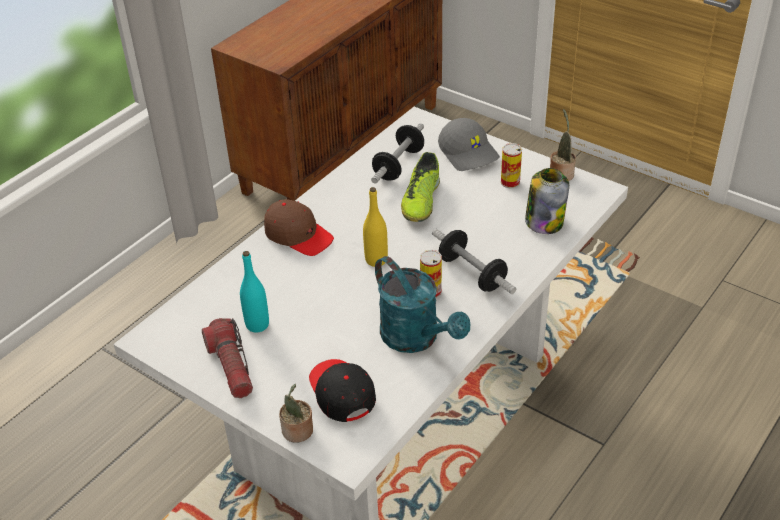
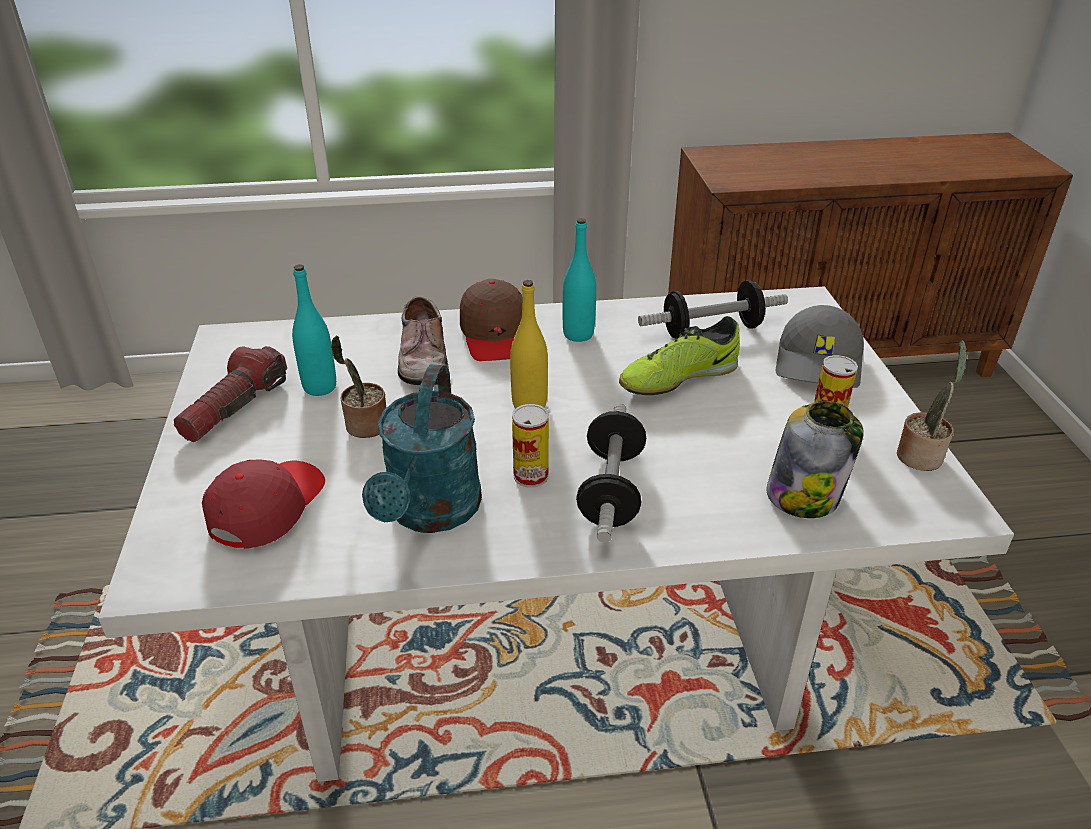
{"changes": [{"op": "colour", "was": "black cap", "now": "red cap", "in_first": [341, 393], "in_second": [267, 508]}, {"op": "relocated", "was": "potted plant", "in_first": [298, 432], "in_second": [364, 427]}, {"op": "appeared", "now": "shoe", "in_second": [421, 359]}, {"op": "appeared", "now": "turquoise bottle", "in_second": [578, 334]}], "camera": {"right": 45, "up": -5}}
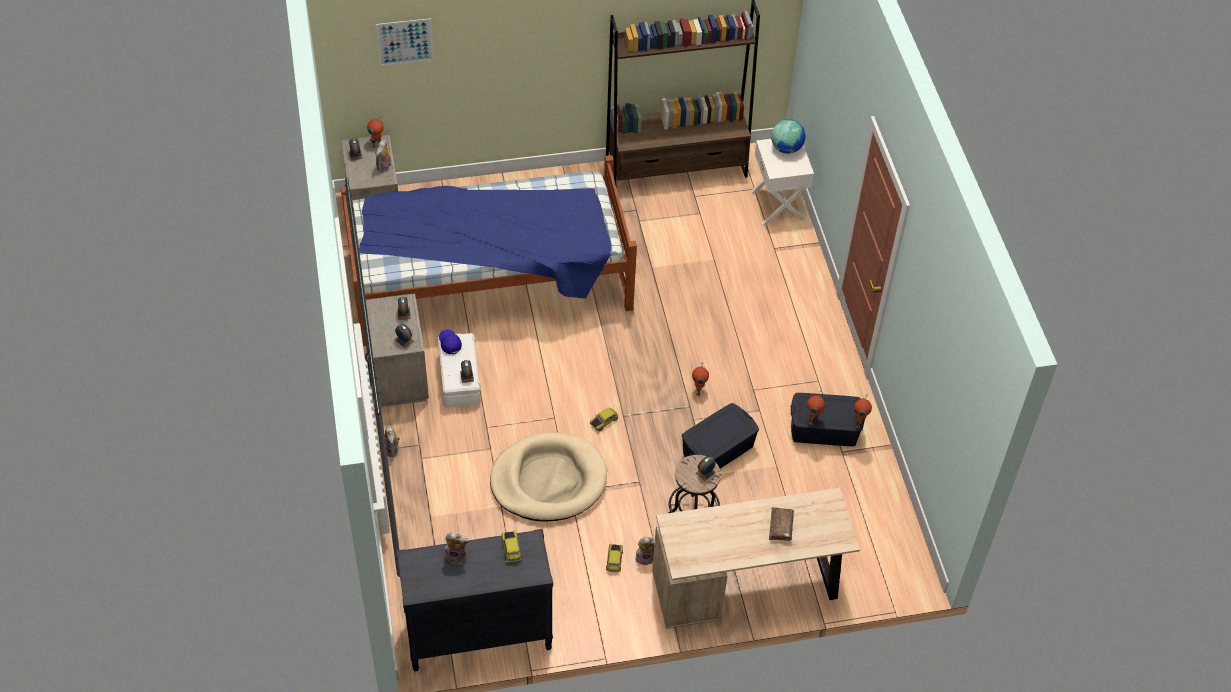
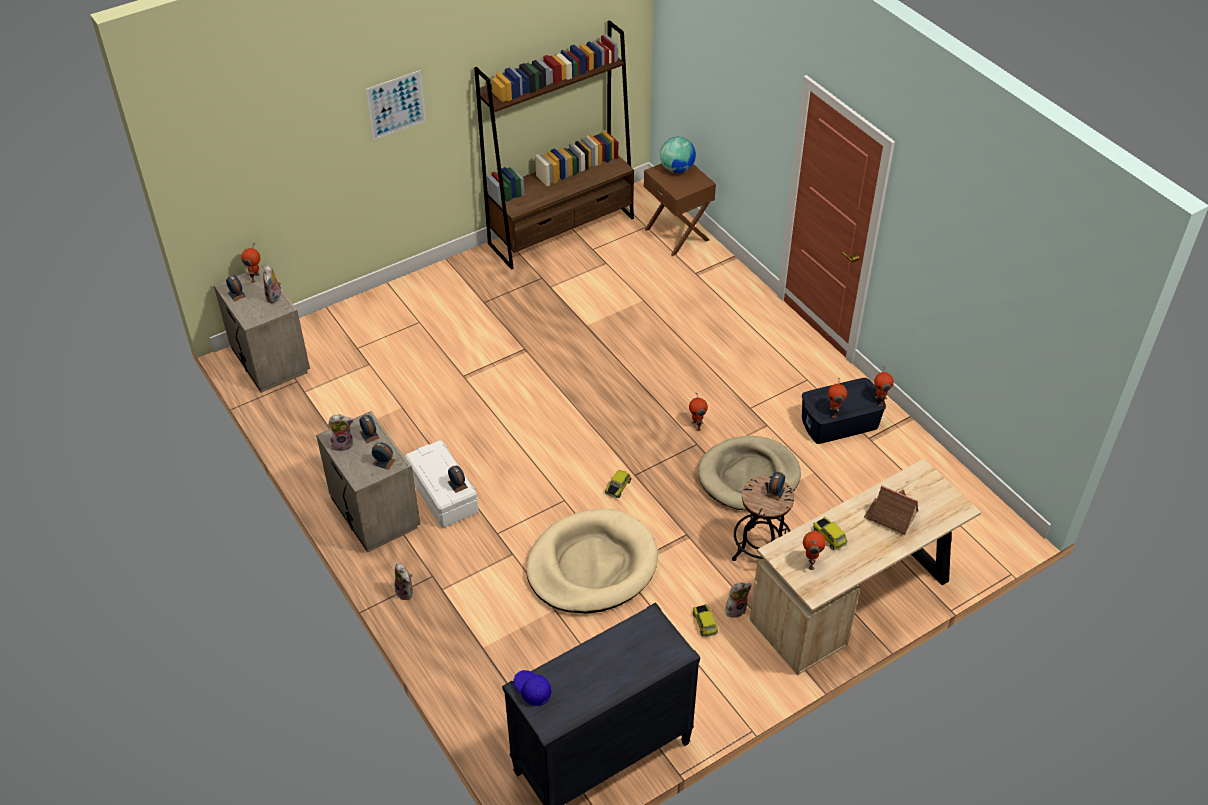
{"changes": [{"op": "relocated", "was": "plush toy", "in_first": [456, 555], "in_second": [343, 443]}, {"op": "relocated", "was": "picture", "in_first": [405, 42], "in_second": [396, 105]}, {"op": "relocated", "was": "blue cap", "in_first": [449, 344], "in_second": [532, 690]}, {"op": "colour", "was": "white nightstand", "now": "brown nightstand", "in_first": [778, 205], "in_second": [677, 234]}, {"op": "exchanged", "was": "blue storage box", "now": "beige dog bed", "in_first": [718, 450], "in_second": [749, 476]}, {"op": "appeared", "now": "toy robot", "in_second": [810, 562]}, {"op": "relocated", "was": "toy car", "in_first": [511, 549], "in_second": [830, 536]}, {"op": "exchanged", "was": "brown book", "now": "toy house", "in_first": [780, 527], "in_second": [890, 517]}, {"op": "missing", "was": "bed", "in_first": [490, 283]}], "camera": {"right": -20, "up": -5}}
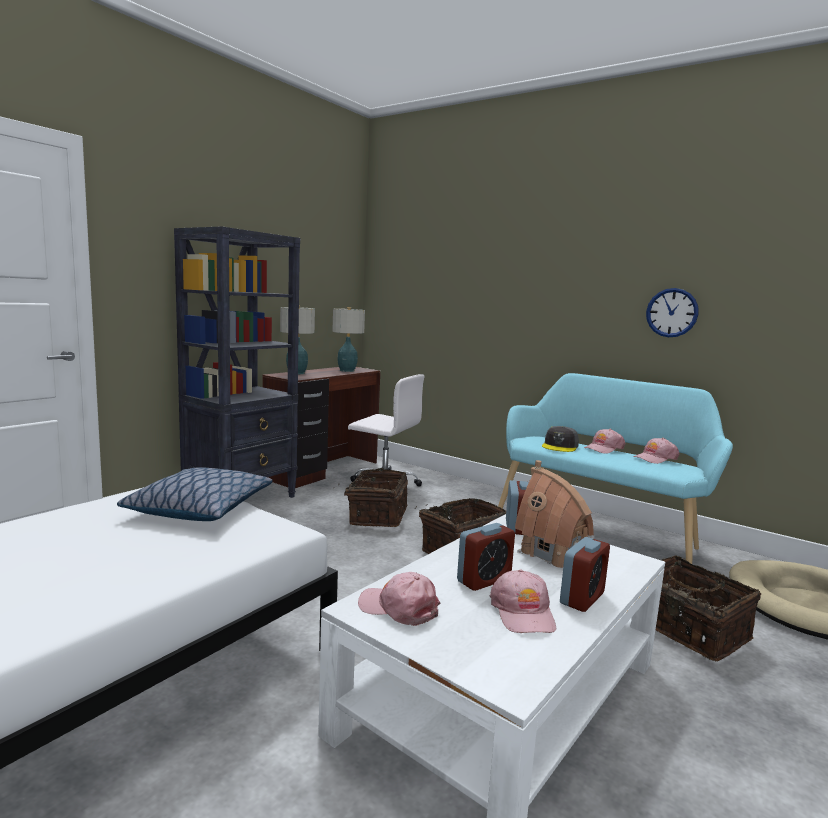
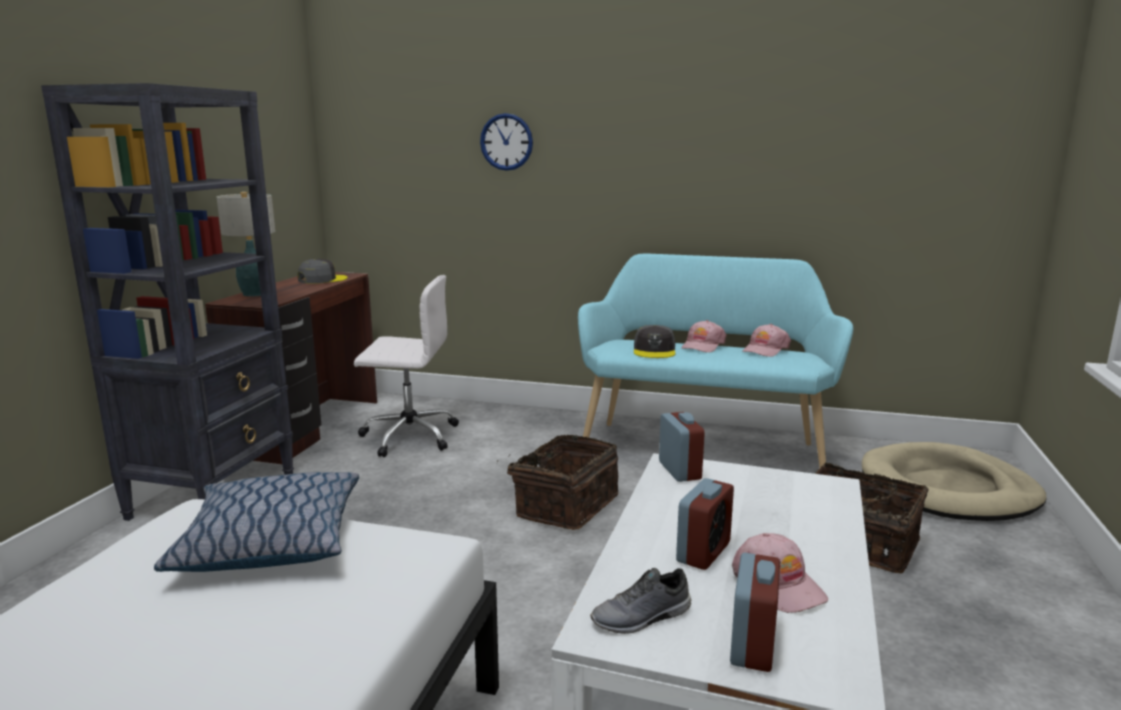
{"changes": [{"op": "exchanged", "was": "table lamp", "now": "grey cap", "in_first": [346, 370], "in_second": [322, 280]}, {"op": "relocated", "was": "wall clock", "in_first": [672, 312], "in_second": [506, 142]}, {"op": "exchanged", "was": "pink cap", "now": "grey shoe", "in_first": [399, 608], "in_second": [642, 618]}, {"op": "relocated", "was": "alarm clock", "in_first": [582, 598], "in_second": [752, 645]}, {"op": "missing", "was": "basket", "in_first": [376, 516]}, {"op": "missing", "was": "toy house", "in_first": [552, 553]}], "camera": {"right": -20, "up": 5}}
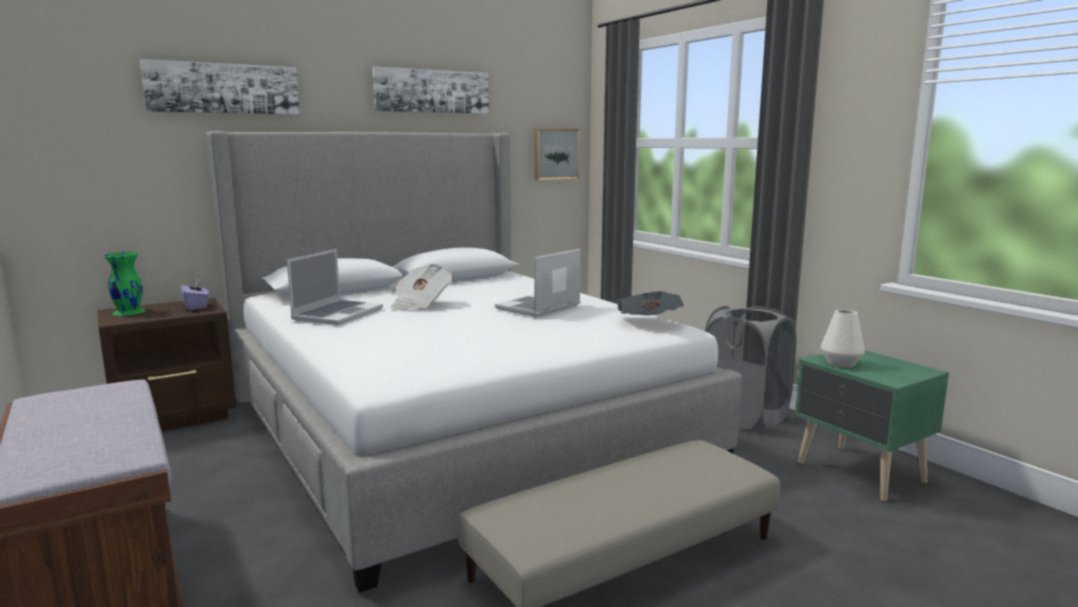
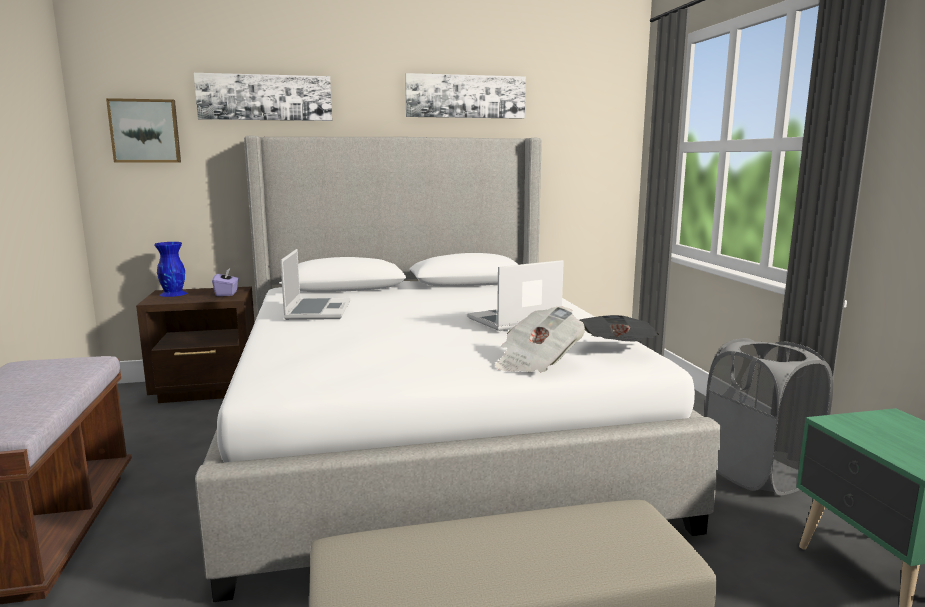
{"changes": [{"op": "relocated", "was": "picture", "in_first": [555, 154], "in_second": [145, 131]}, {"op": "colour", "was": "green vase", "now": "blue vase", "in_first": [129, 312], "in_second": [173, 294]}, {"op": "spun", "was": "laptop", "in_first": [337, 314], "in_second": [317, 311], "clockwise": -45}, {"op": "relocated", "was": "newspaper", "in_first": [420, 304], "in_second": [536, 363]}, {"op": "missing", "was": "white vase", "in_first": [840, 363]}], "camera": {"right": 20, "up": 0}}
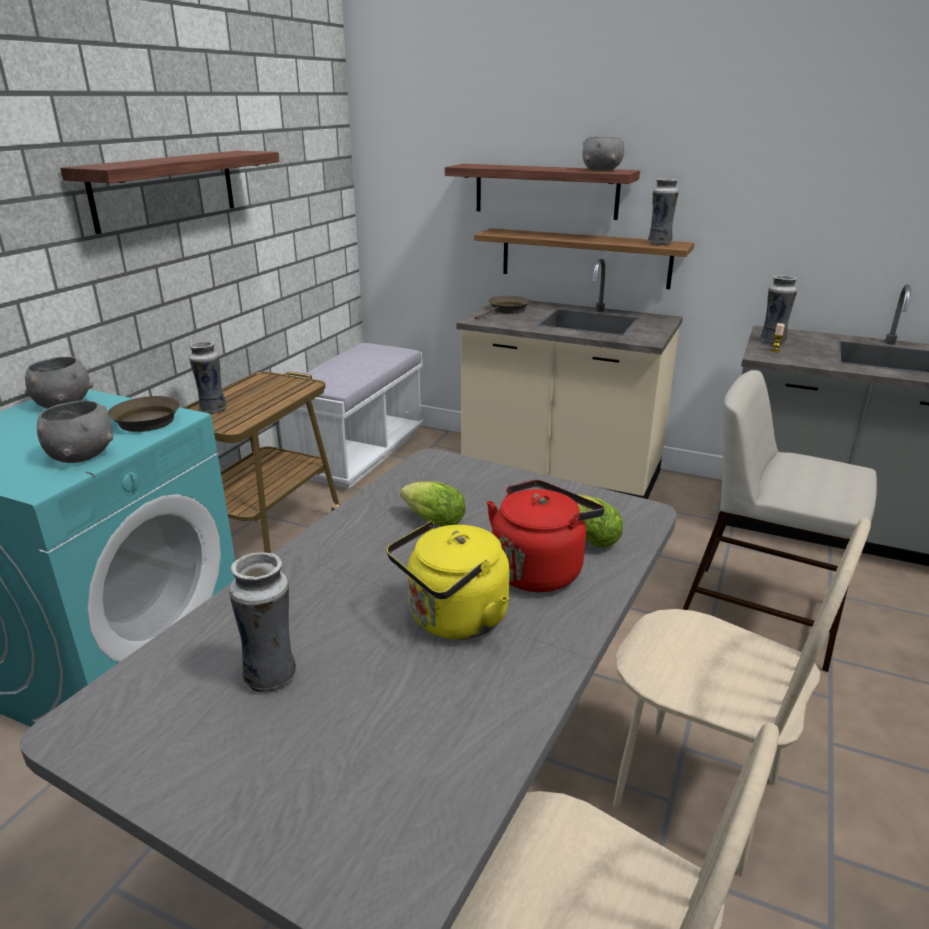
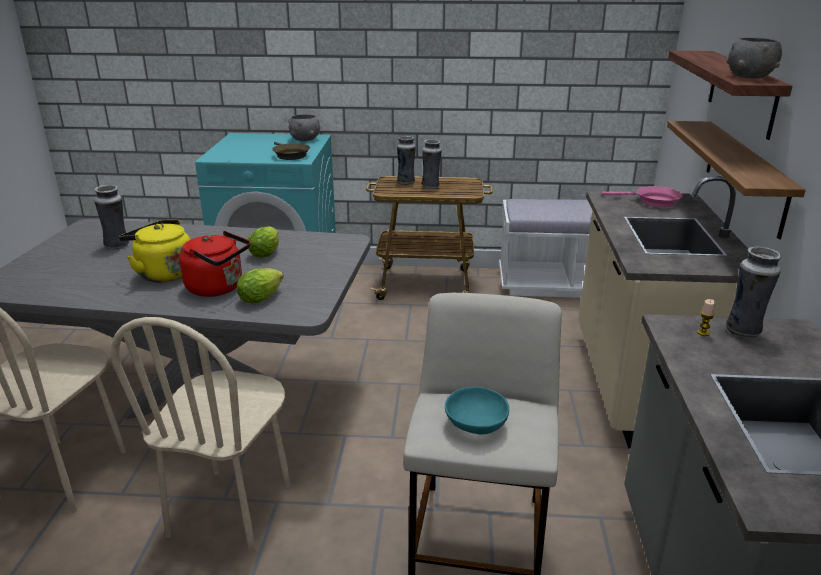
{"changes": [{"op": "relocated", "was": "vase", "in_first": [659, 243], "in_second": [431, 187]}, {"op": "appeared", "now": "turquoise bowl", "in_second": [475, 424]}, {"op": "colour", "was": "brown frying pan", "now": "pink frying pan", "in_first": [506, 310], "in_second": [653, 201]}, {"op": "missing", "was": "grey bowl", "in_first": [82, 456]}, {"op": "missing", "was": "shelf", "in_first": [166, 189]}], "camera": {"right": 70, "up": 0}}
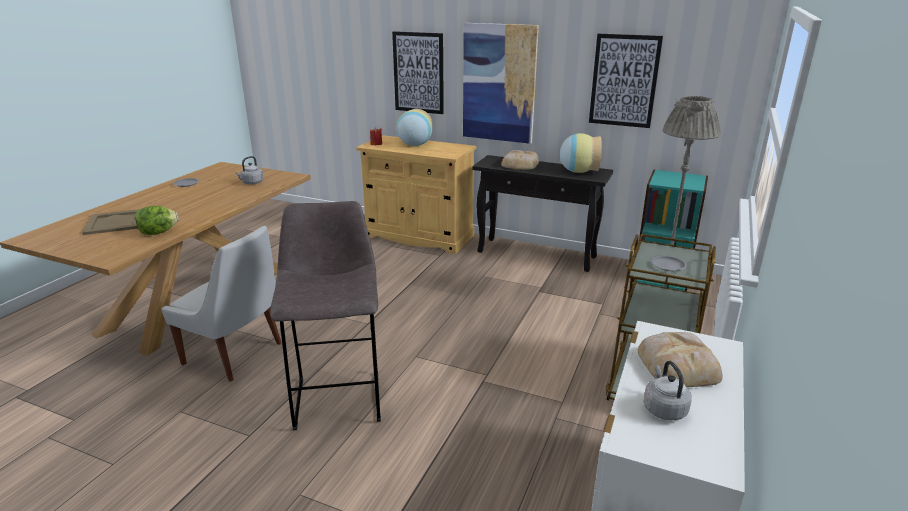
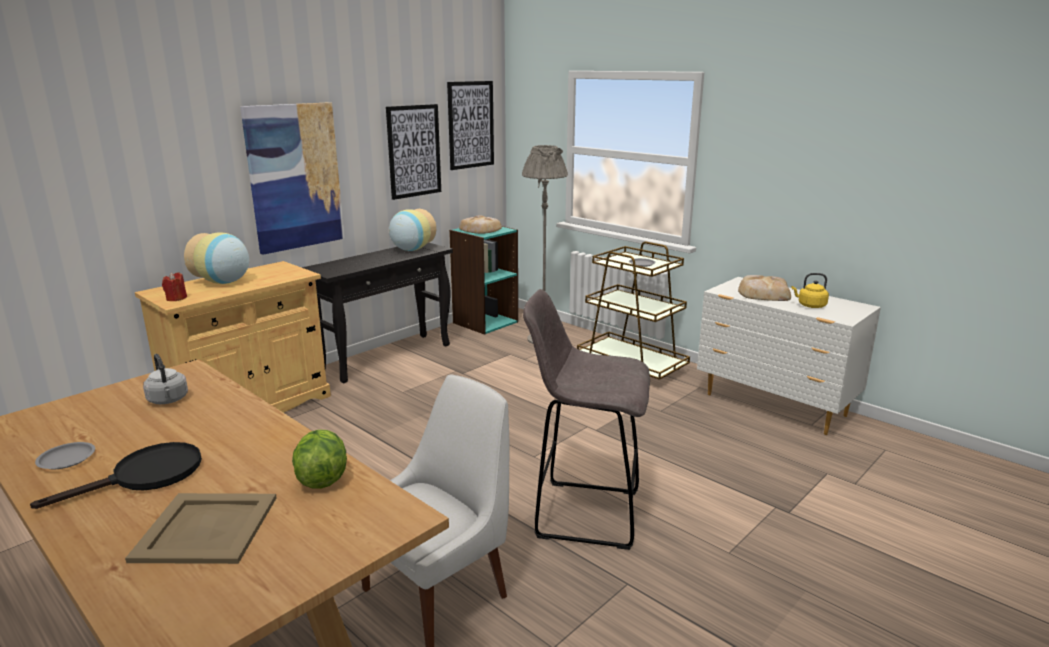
{"changes": [{"op": "appeared", "now": "black frying pan", "in_second": [146, 476]}, {"op": "relocated", "was": "picture", "in_first": [418, 73], "in_second": [470, 125]}, {"op": "relocated", "was": "bread", "in_first": [519, 164], "in_second": [480, 230]}, {"op": "colour", "was": "grey kettle", "now": "yellow kettle", "in_first": [663, 408], "in_second": [810, 305]}], "camera": {"right": -70, "up": -5}}
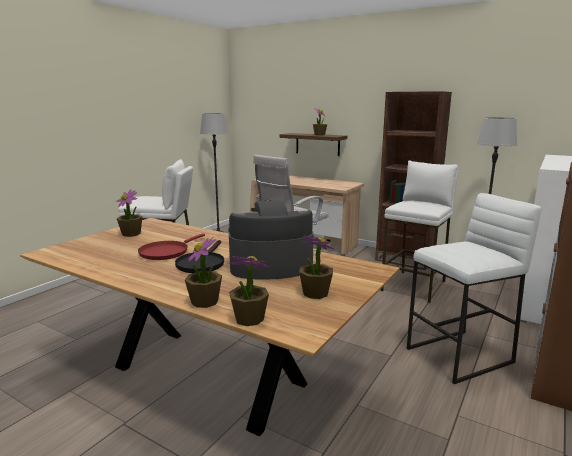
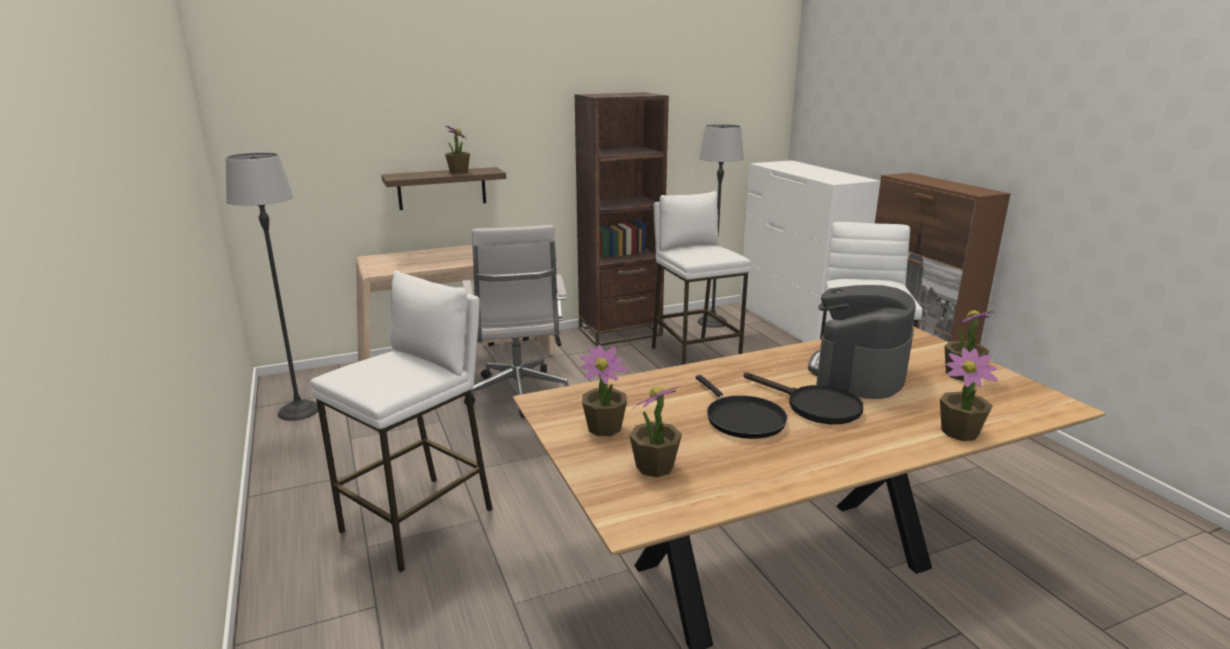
{"changes": [{"op": "relocated", "was": "potted plant", "in_first": [249, 319], "in_second": [654, 467]}, {"op": "colour", "was": "red frying pan", "now": "black frying pan", "in_first": [166, 252], "in_second": [741, 419]}], "camera": {"right": -55, "up": 5}}
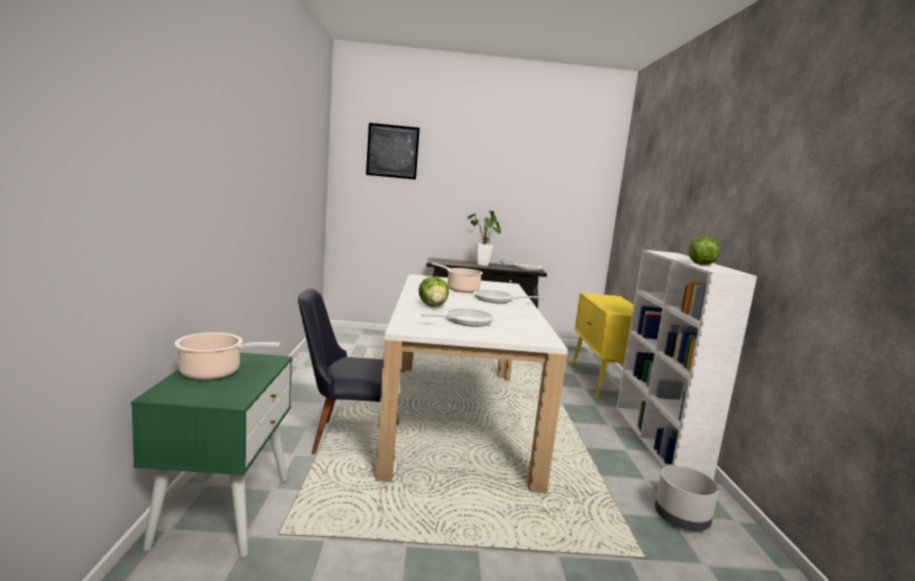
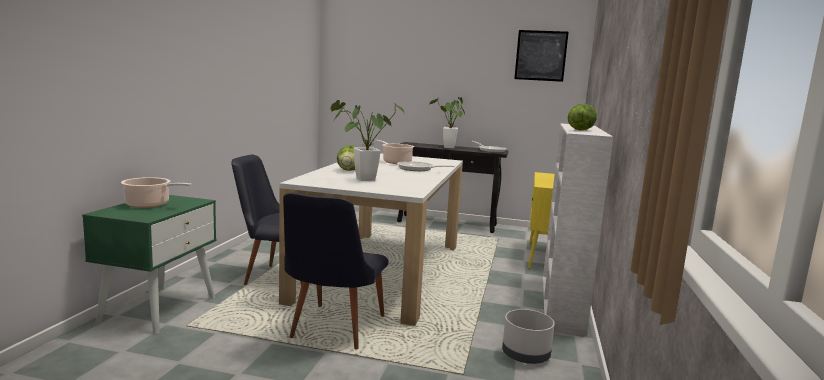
{"changes": [{"op": "appeared", "now": "black chair", "in_second": [332, 330]}, {"op": "exchanged", "was": "frying pan", "now": "potted plant", "in_first": [465, 321], "in_second": [360, 179]}, {"op": "relocated", "was": "picture", "in_first": [392, 151], "in_second": [540, 55]}], "camera": {"right": 15, "up": 0}}
